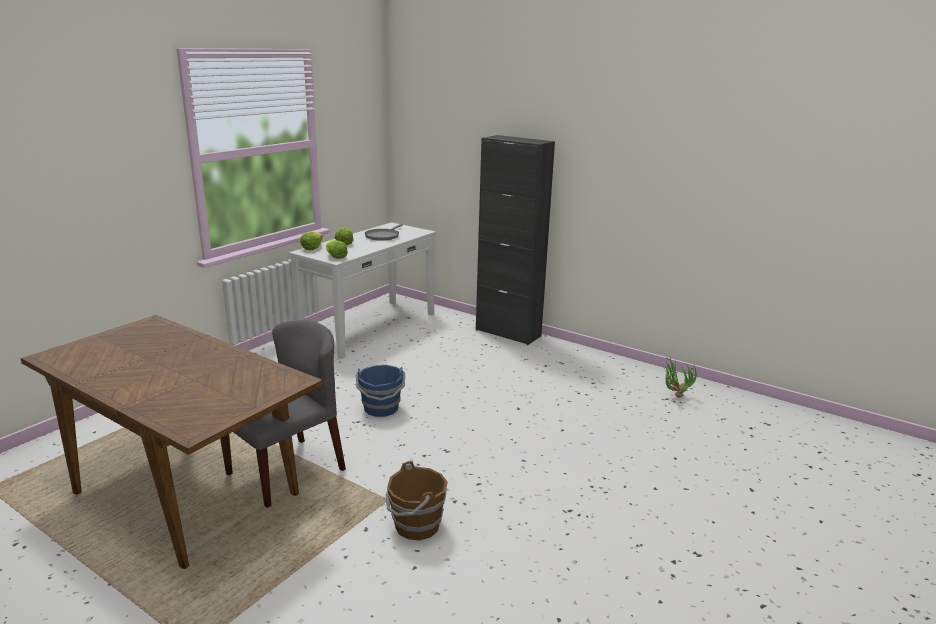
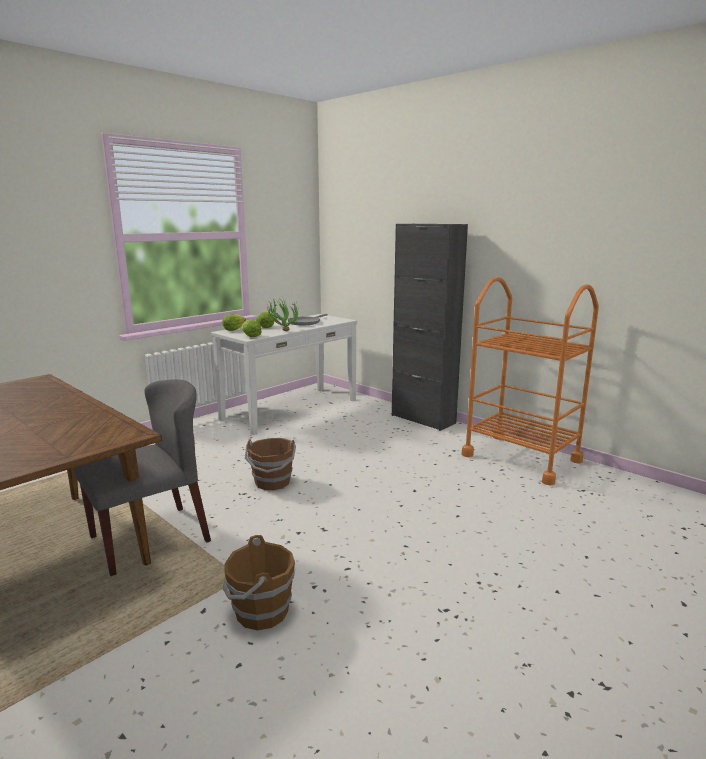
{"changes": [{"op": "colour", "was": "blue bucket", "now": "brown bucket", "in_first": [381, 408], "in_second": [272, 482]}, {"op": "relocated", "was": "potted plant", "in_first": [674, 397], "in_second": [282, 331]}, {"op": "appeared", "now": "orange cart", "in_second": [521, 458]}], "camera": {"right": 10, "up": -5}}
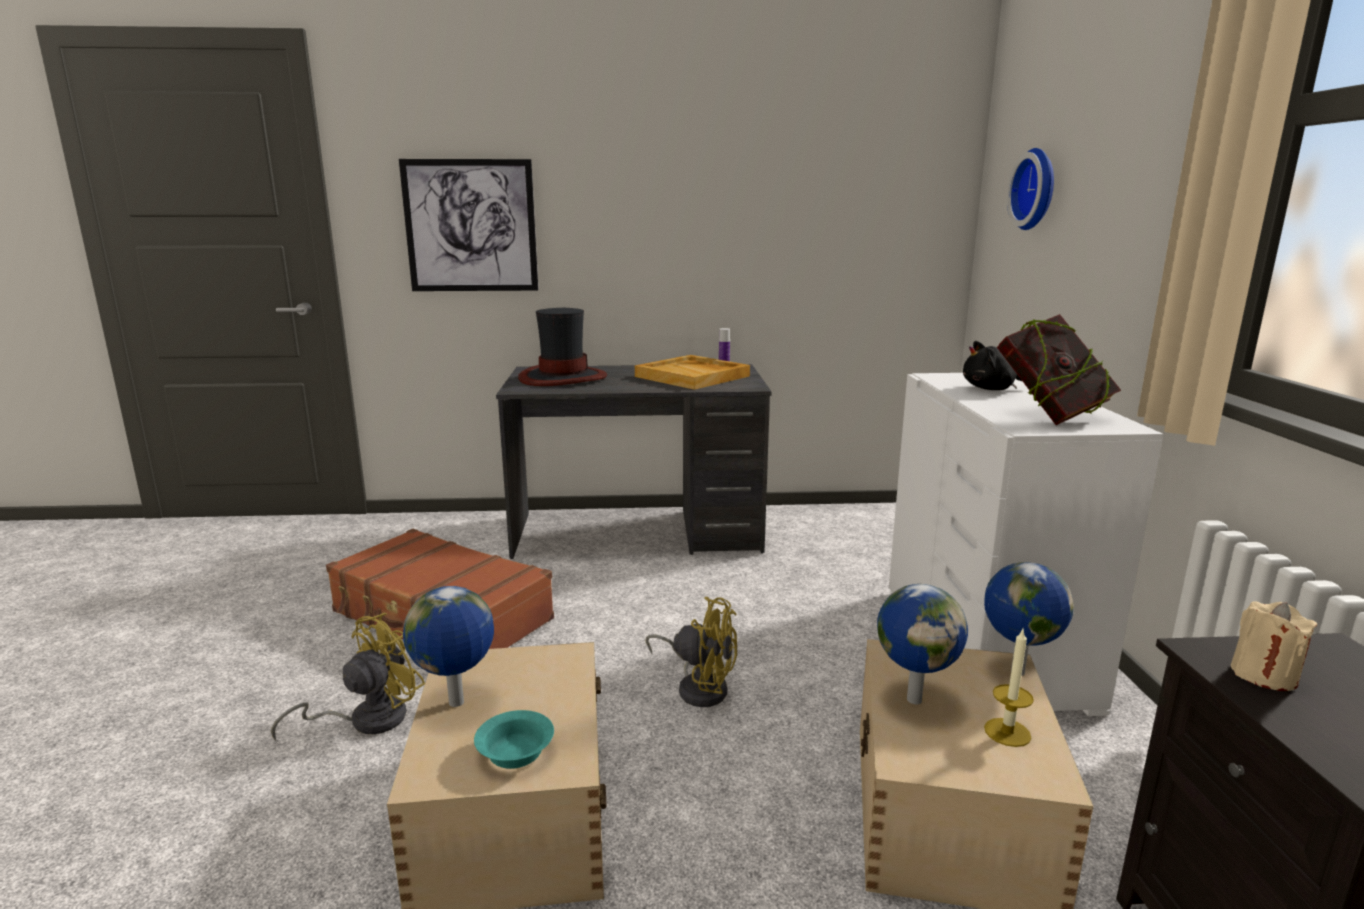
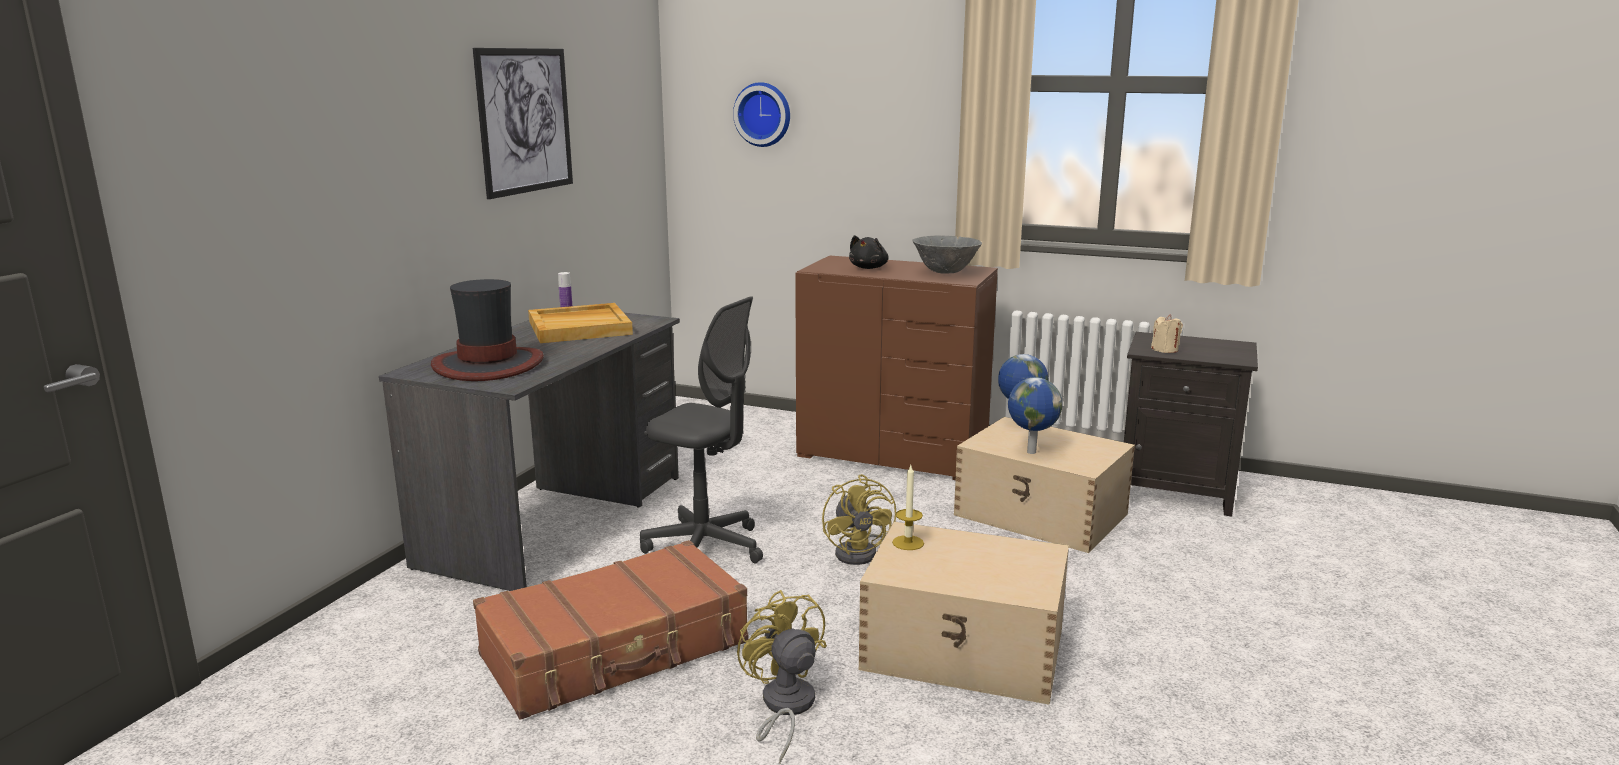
{"changes": [{"op": "relocated", "was": "picture", "in_first": [470, 226], "in_second": [525, 121]}, {"op": "appeared", "now": "grey office chair", "in_second": [705, 548]}, {"op": "colour", "was": "white dresser", "now": "brown dresser", "in_first": [986, 645], "in_second": [893, 453]}, {"op": "spun", "was": "yellow fan", "in_first": [698, 687], "in_second": [861, 552], "clockwise": 120}, {"op": "relocated", "was": "candle", "in_first": [1007, 732], "in_second": [908, 543]}, {"op": "exchanged", "was": "book", "now": "grey bowl", "in_first": [1050, 416], "in_second": [945, 273]}, {"op": "missing", "was": "globe", "in_first": [457, 703]}, {"op": "missing", "was": "turquoise bowl", "in_first": [517, 752]}], "camera": {"right": -65, "up": 0}}
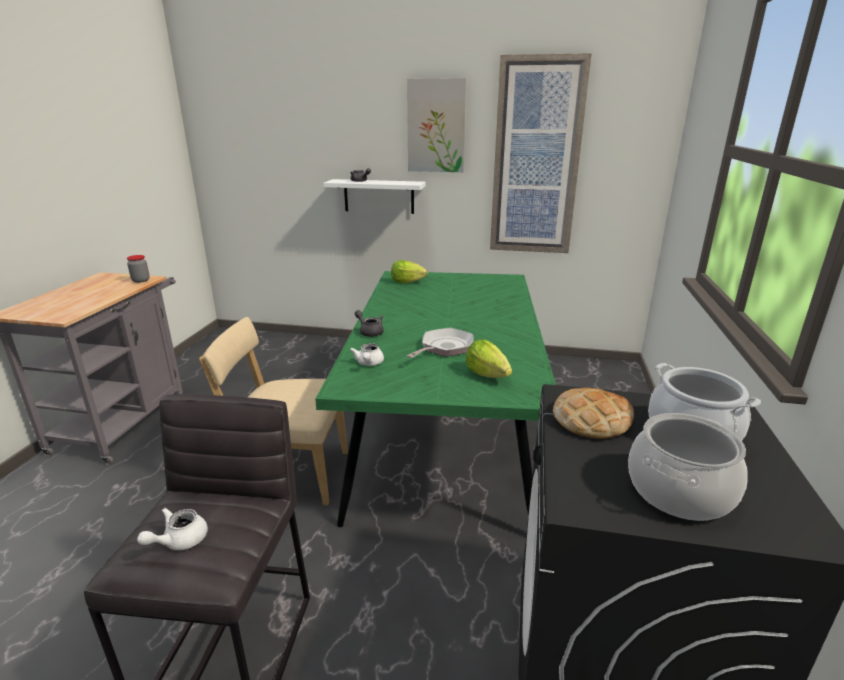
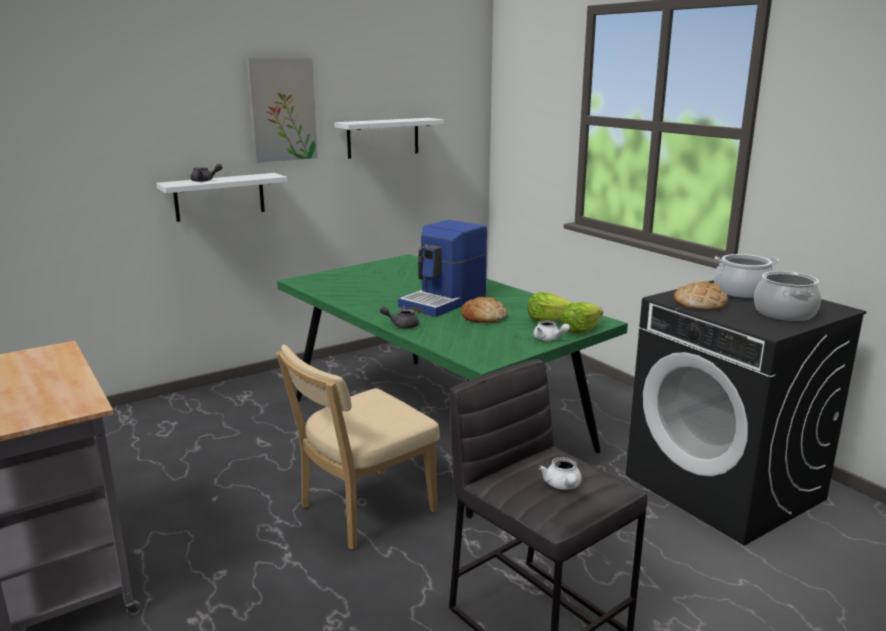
{"changes": [{"op": "exchanged", "was": "picture", "now": "white shelf", "in_first": [536, 159], "in_second": [383, 137]}, {"op": "appeared", "now": "coffee machine", "in_second": [444, 301]}, {"op": "exchanged", "was": "frying pan", "now": "bread", "in_first": [444, 348], "in_second": [483, 316]}, {"op": "relocated", "was": "white teapot", "in_first": [369, 363], "in_second": [549, 339]}, {"op": "relocated", "was": "lettuce", "in_first": [407, 282], "in_second": [580, 331]}, {"op": "missing", "was": "jar", "in_first": [141, 280]}], "camera": {"right": -45, "up": -5}}
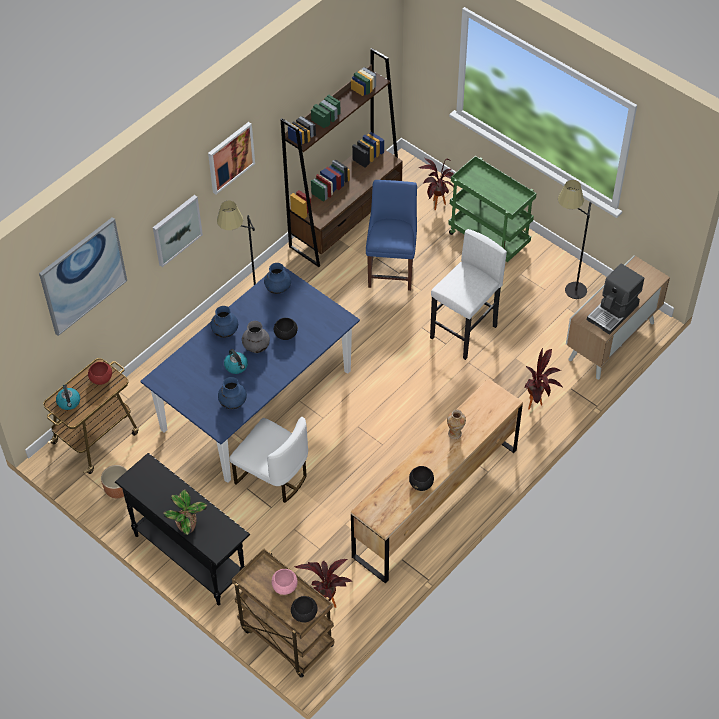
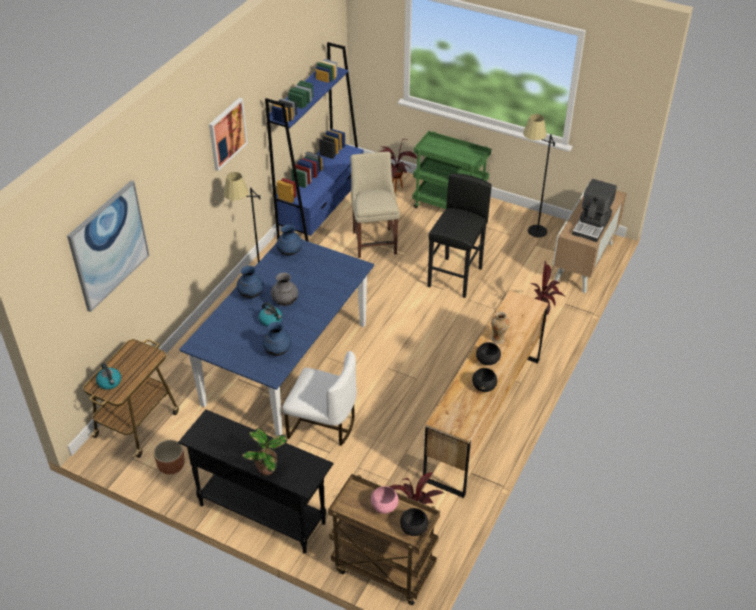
{"changes": [{"op": "colour", "was": "brown bookcase", "now": "blue bookcase", "in_first": [346, 221], "in_second": [321, 212]}, {"op": "colour", "was": "blue chair", "now": "beige chair", "in_first": [392, 269], "in_second": [374, 241]}, {"op": "colour", "was": "white stool", "now": "black stool", "in_first": [464, 332], "in_second": [455, 277]}, {"op": "relocated", "was": "black bowl", "in_first": [285, 334], "in_second": [487, 360]}, {"op": "missing", "was": "red bowl", "in_first": [101, 378]}, {"op": "missing", "was": "picture", "in_first": [176, 230]}], "camera": {"right": -15, "up": -10}}
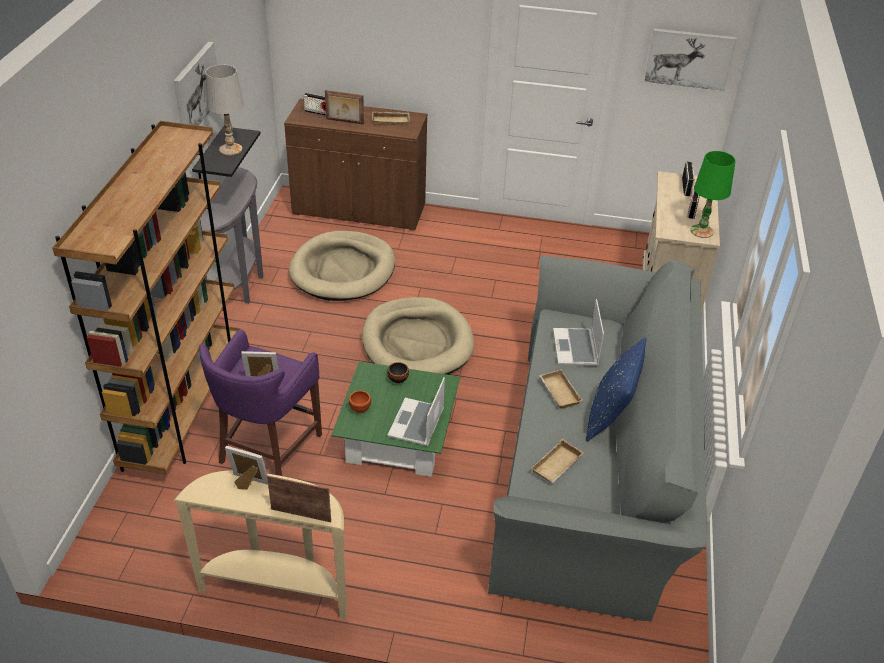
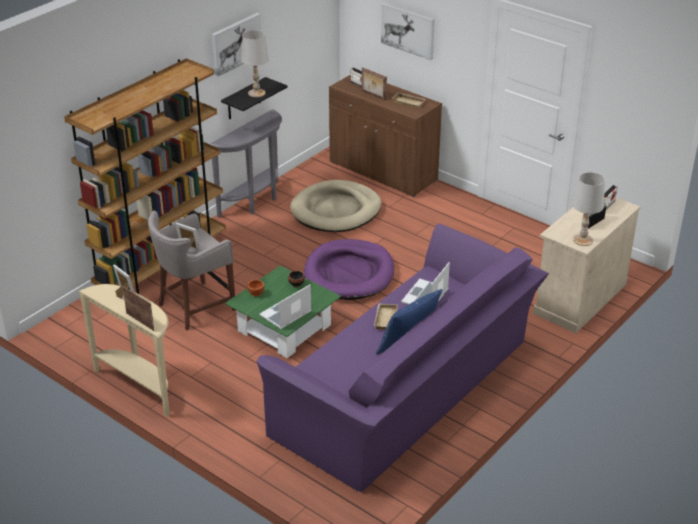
{"changes": [{"op": "colour", "was": "purple stool", "now": "grey stool", "in_first": [267, 449], "in_second": [194, 307]}, {"op": "colour", "was": "grey sofa", "now": "purple sofa", "in_first": [596, 466], "in_second": [409, 391]}, {"op": "colour", "was": "beige dog bed", "now": "purple dog bed", "in_first": [417, 342], "in_second": [349, 273]}, {"op": "relocated", "was": "picture", "in_first": [689, 58], "in_second": [408, 30]}, {"op": "colour", "was": "green table lamp", "now": "white table lamp", "in_first": [701, 231], "in_second": [583, 240]}, {"op": "missing", "was": "beige tray", "in_first": [557, 466]}], "camera": {"right": 30, "up": -5}}
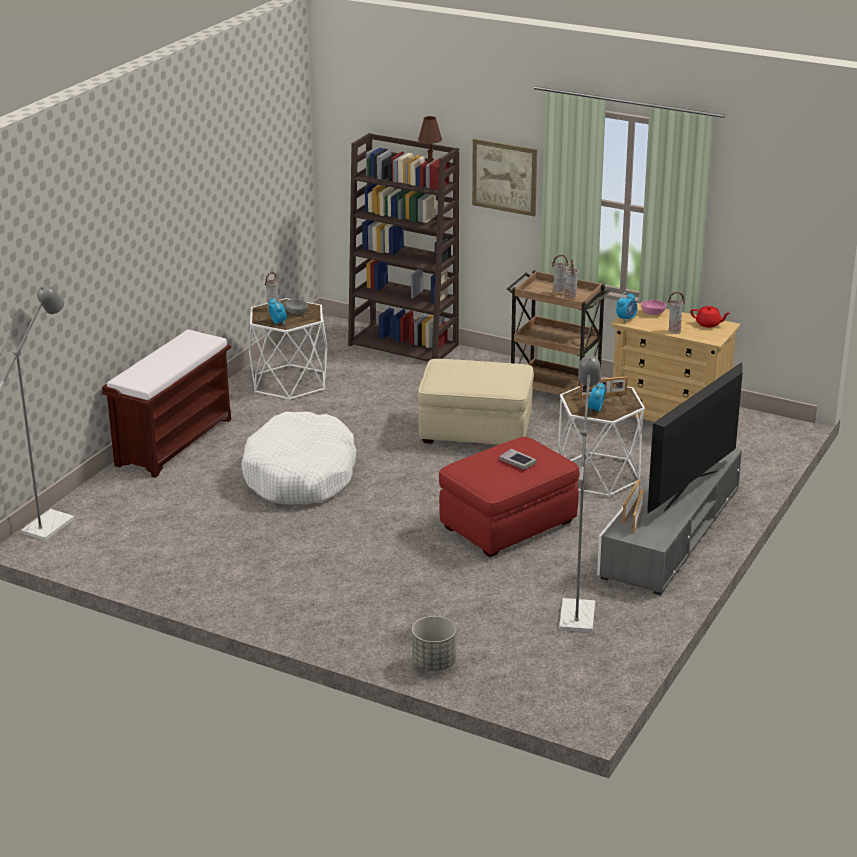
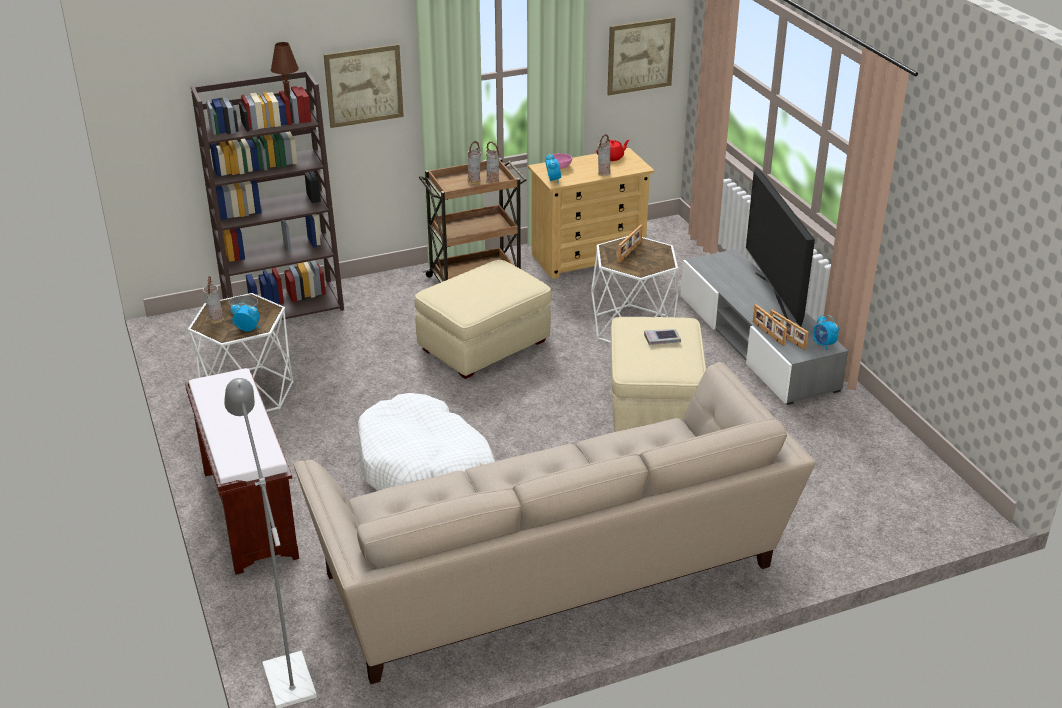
{"changes": [{"op": "appeared", "now": "beige sofa", "in_second": [552, 577]}, {"op": "appeared", "now": "picture", "in_second": [640, 56]}, {"op": "colour", "was": "red ottoman", "now": "beige ottoman", "in_first": [507, 525], "in_second": [654, 406]}, {"op": "relocated", "was": "alarm clock", "in_first": [595, 410], "in_second": [823, 344]}, {"op": "missing", "was": "grey planter", "in_first": [433, 663]}, {"op": "missing", "was": "grey floor lamp", "in_first": [577, 610]}], "camera": {"right": -50, "up": 5}}
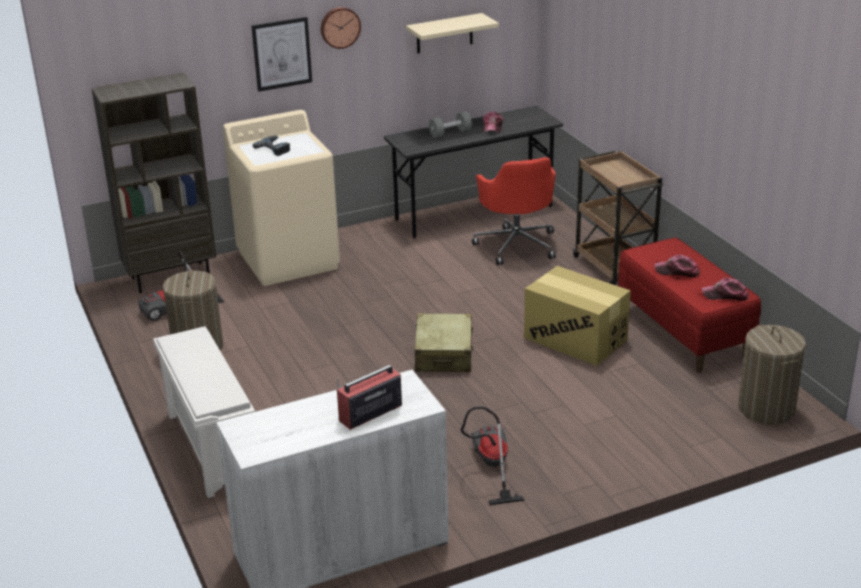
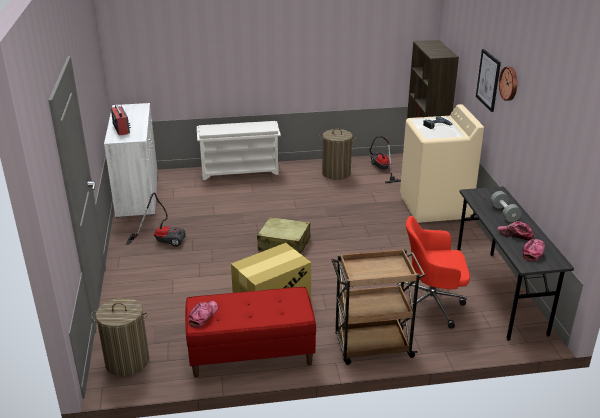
{"changes": [{"op": "relocated", "was": "cap", "in_first": [677, 271], "in_second": [533, 252]}, {"op": "missing", "was": "beige shelf", "in_first": [444, 33]}], "camera": {"right": 105, "up": 0}}
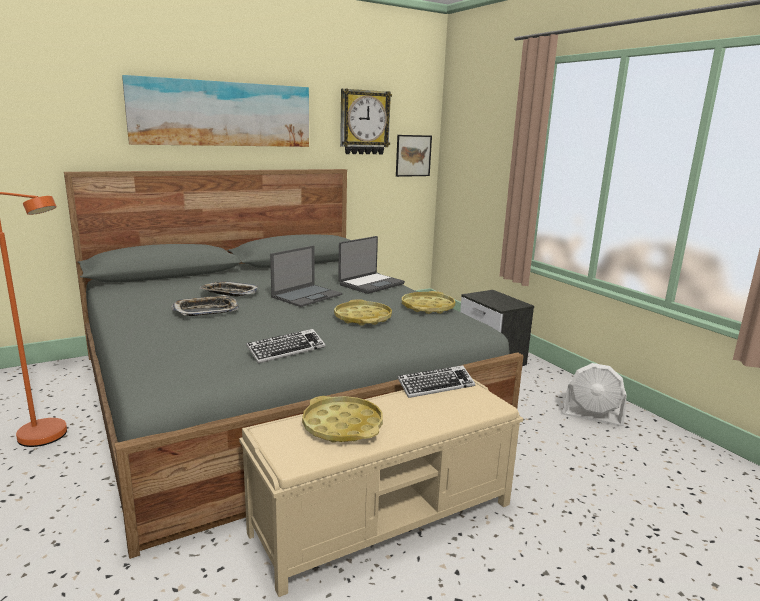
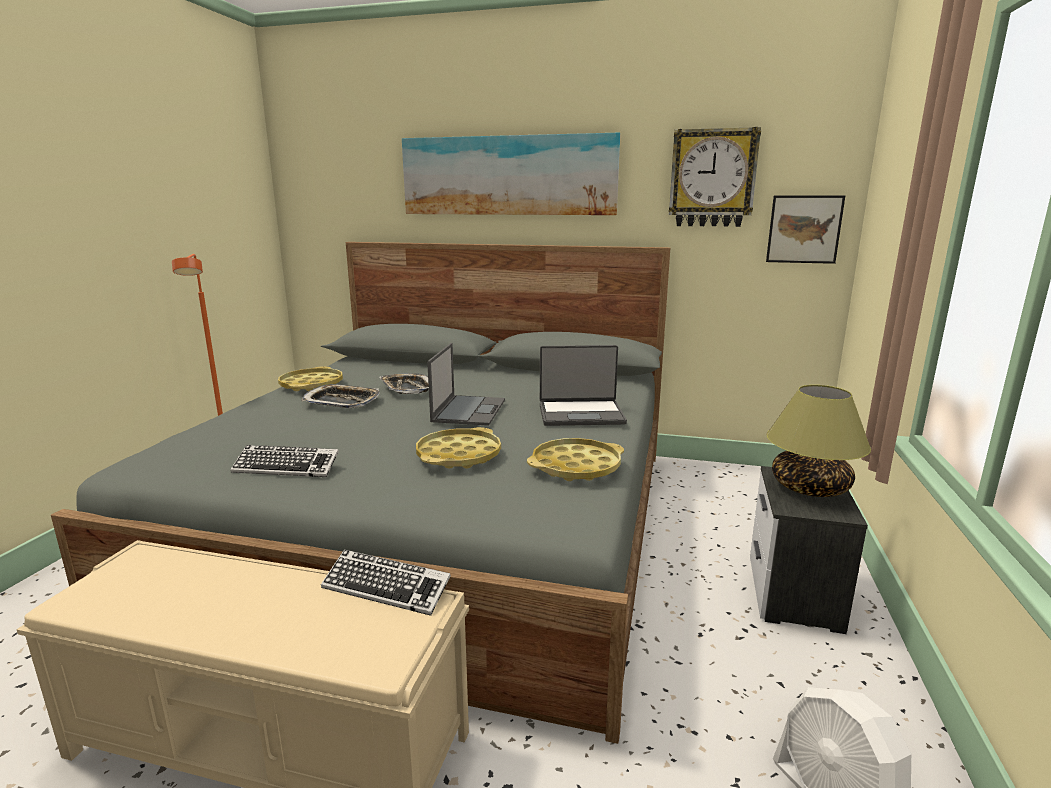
{"changes": [{"op": "relocated", "was": "yellow tray", "in_first": [342, 426], "in_second": [311, 385]}, {"op": "spun", "was": "laptop", "in_first": [307, 295], "in_second": [469, 410], "clockwise": -75}, {"op": "appeared", "now": "table lamp", "in_second": [809, 487]}], "camera": {"right": 45, "up": 0}}
